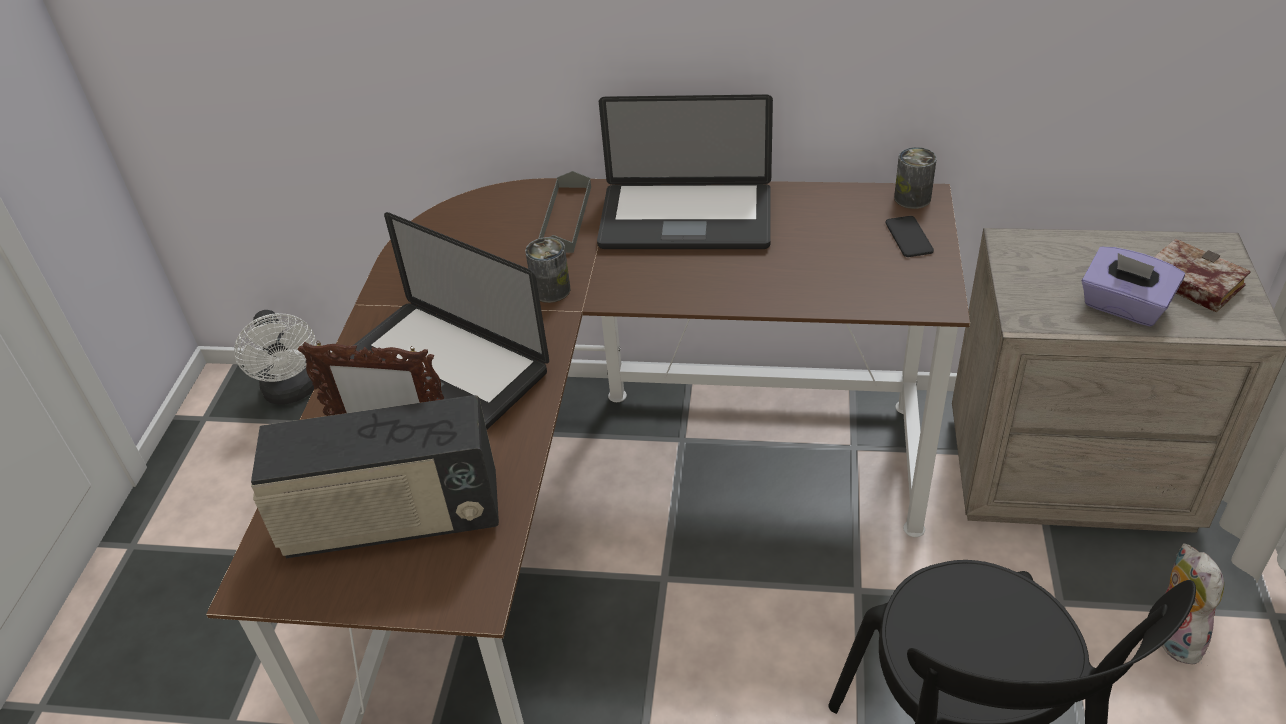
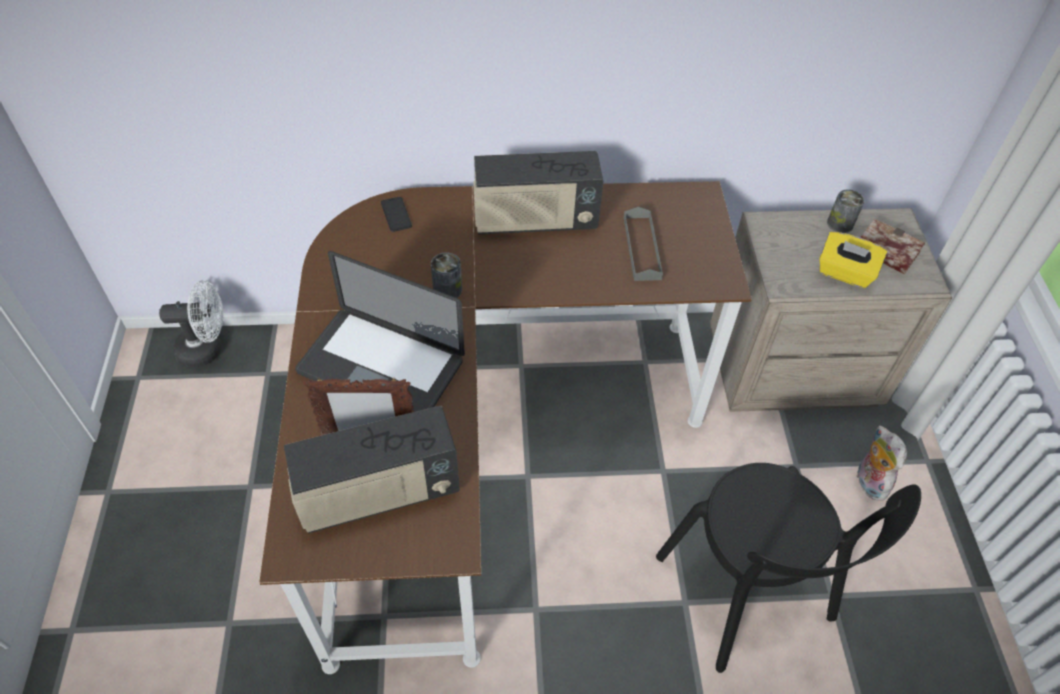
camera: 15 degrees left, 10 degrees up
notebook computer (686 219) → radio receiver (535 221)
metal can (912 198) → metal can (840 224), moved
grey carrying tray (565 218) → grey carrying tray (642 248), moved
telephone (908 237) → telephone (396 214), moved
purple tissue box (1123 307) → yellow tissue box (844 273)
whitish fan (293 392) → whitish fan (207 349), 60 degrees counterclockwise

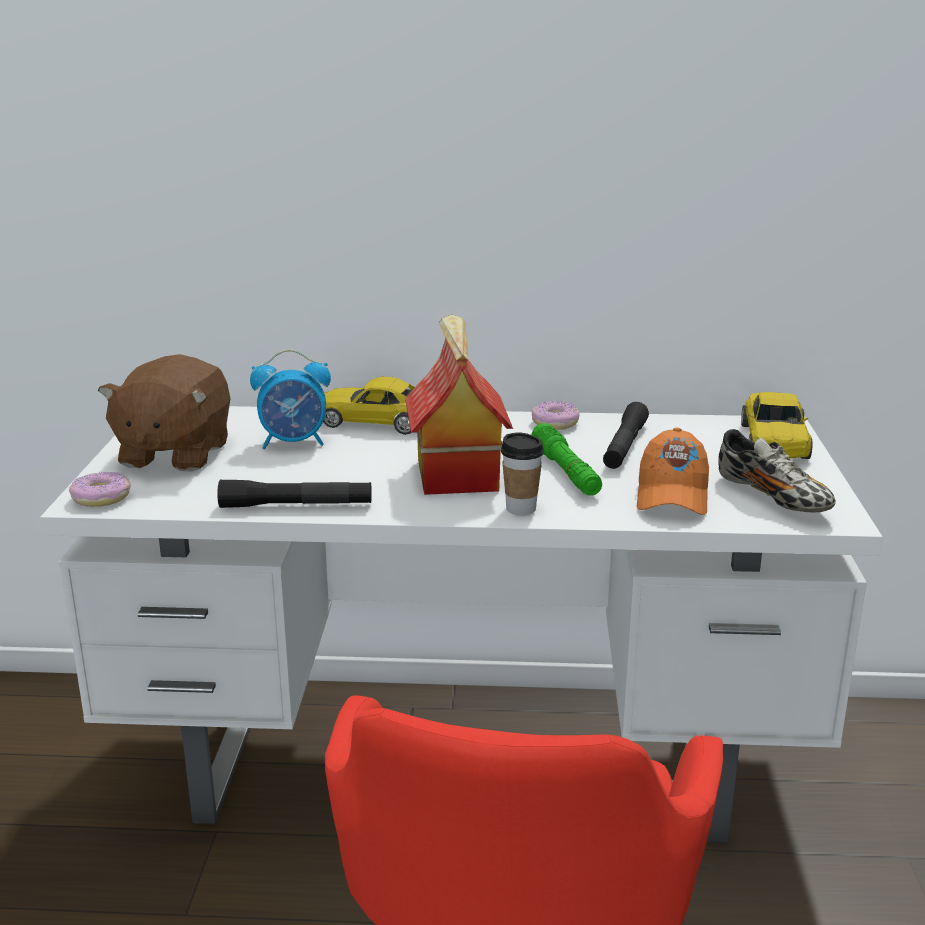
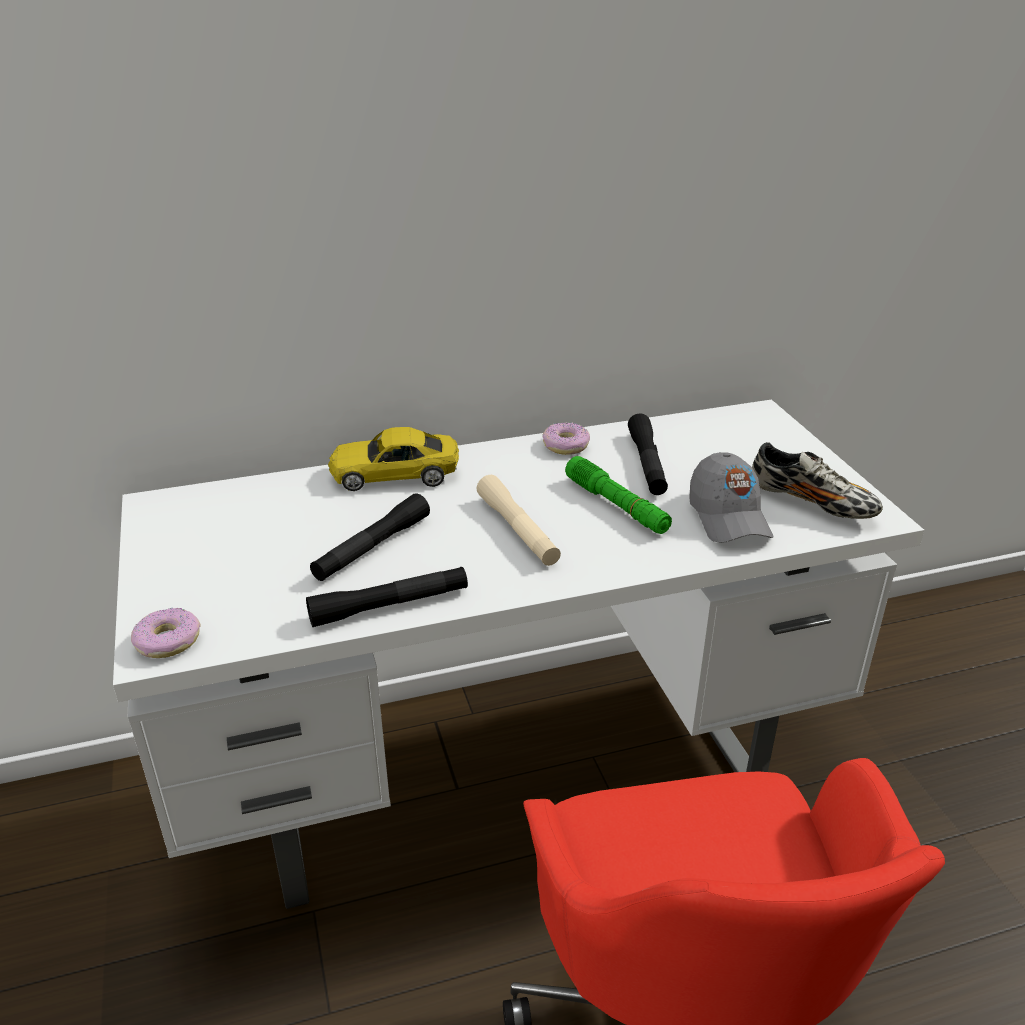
camera: 20 degrees left, 10 degrees up
model house (455 474) → beige-coloured hand torch (517 530)
table clock (294 443) → -
brown cuddly toy (174 454) → -
yellow model car (774 441) → -
orange-coloured peaked cap (672 495) → grey peaked cap (728 517)
cup (521 509) → -
- → black-coloured hand torch (372 548)

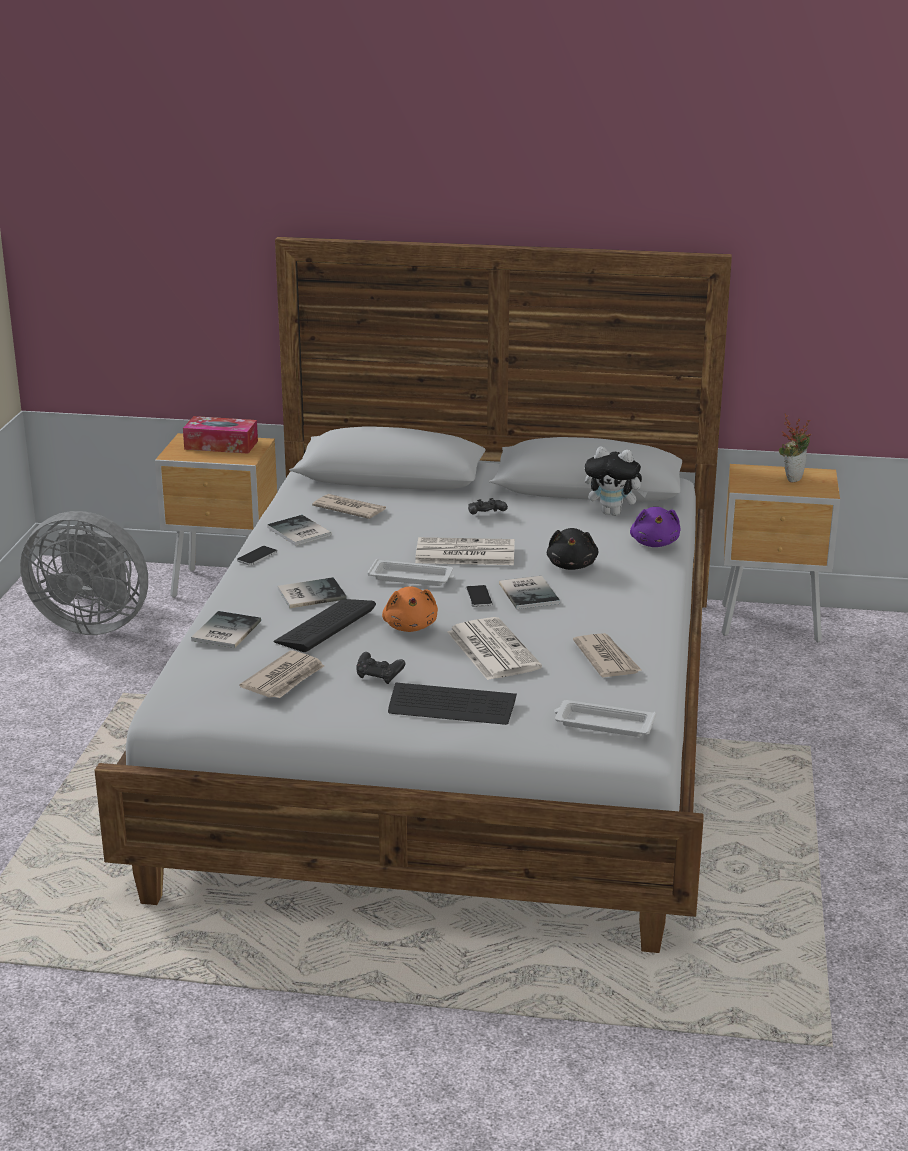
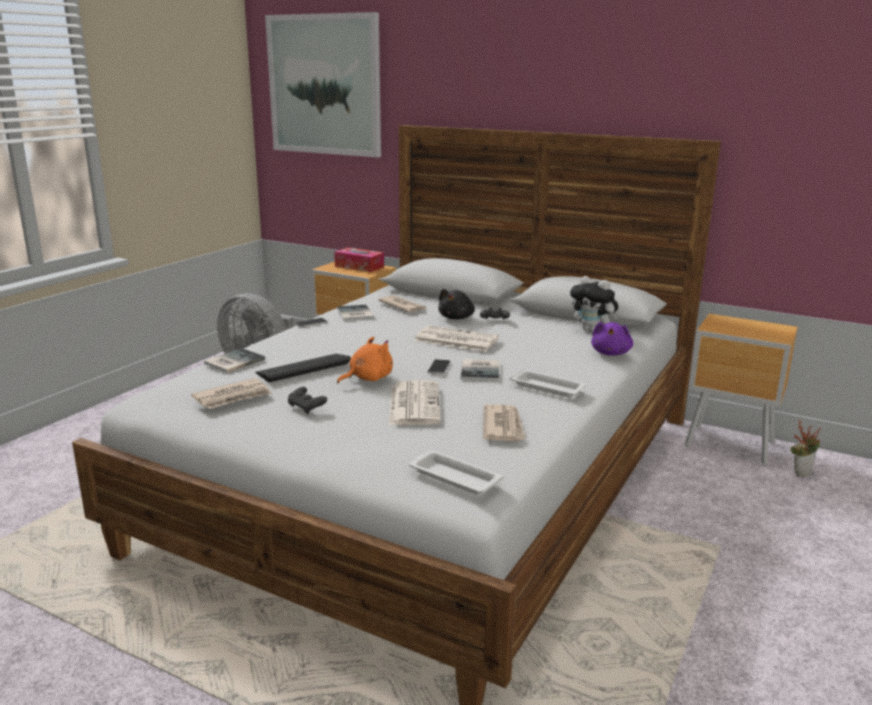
camera: 20 degrees right, 5 degrees down
plant in a pot (792 478) → plant in a pot (800 472), moved
black-coloured cuddly toy (572 565) → black-coloured cuddly toy (457 318), moved
whitish carrying tray (412 578) → whitish carrying tray (548 388), moved
bound book (309 594) → -
orange-coloured cuddly toy (410 626) → orange-coloured cuddly toy (368 378), 135 degrees counterclockwise
PC keyboard (452 706) → -
- → wall picture (324 85)

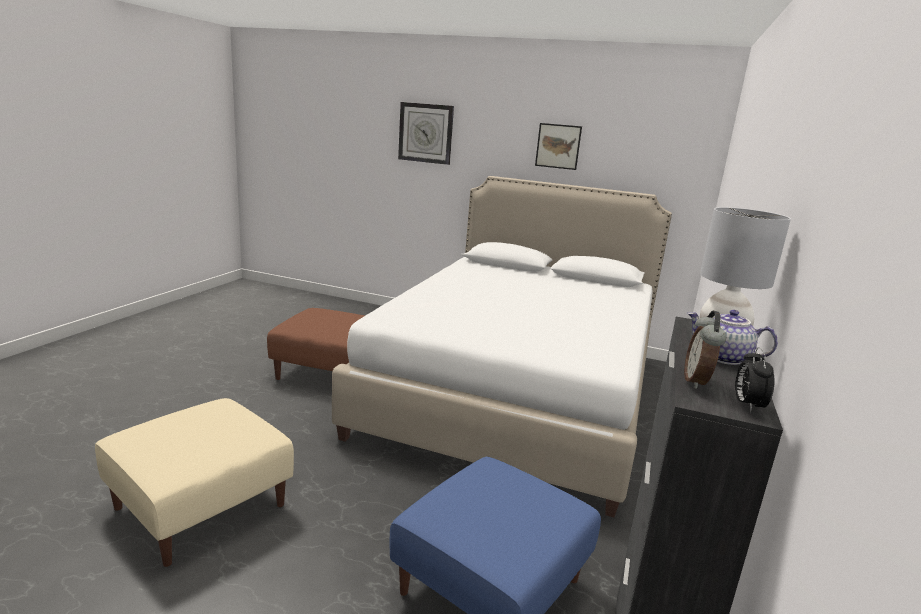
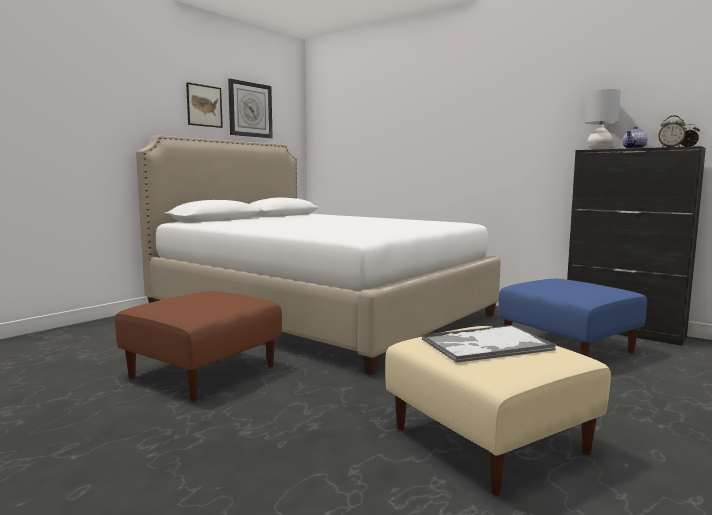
camera: 70 degrees left, 10 degrees down
wall clock (426 133) → wall clock (250 109), moved
- → carrying tray (485 345)

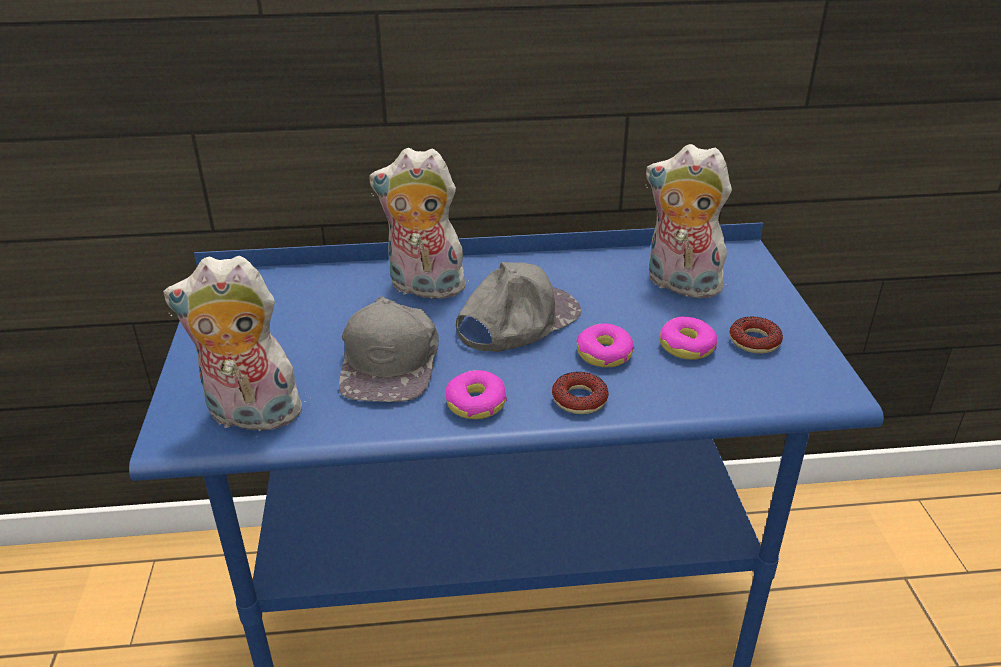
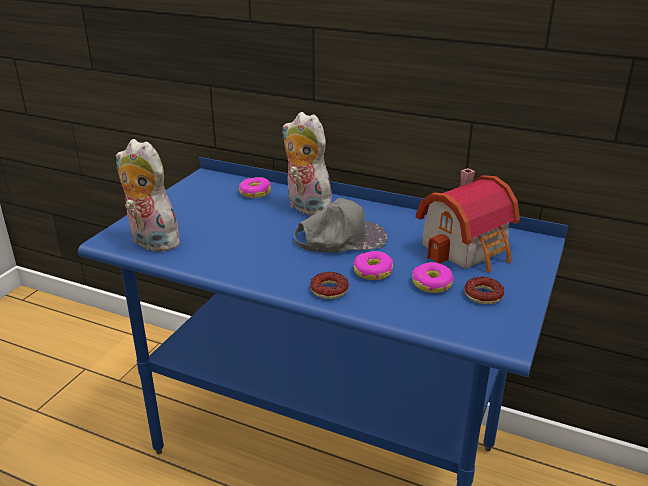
camera: 30 degrees right, 5 degrees down
cuddly toy (679 285) → model house (469 249)
grey peaked cap (392 360) → -
donut (475 403) → donut (255 192), moved

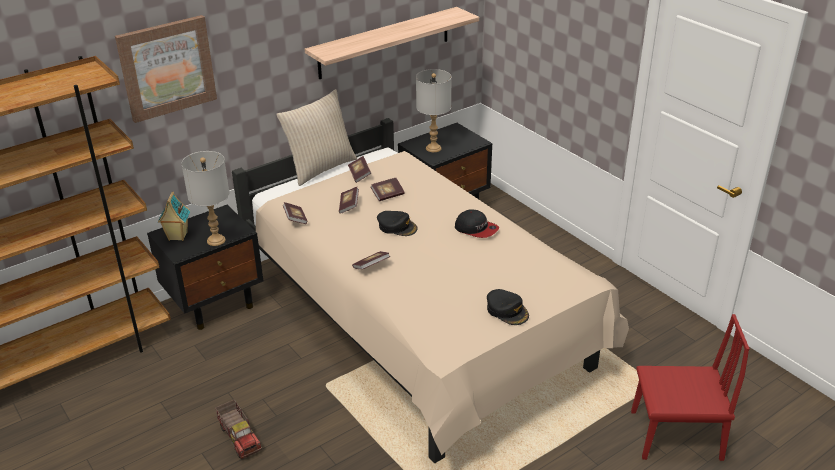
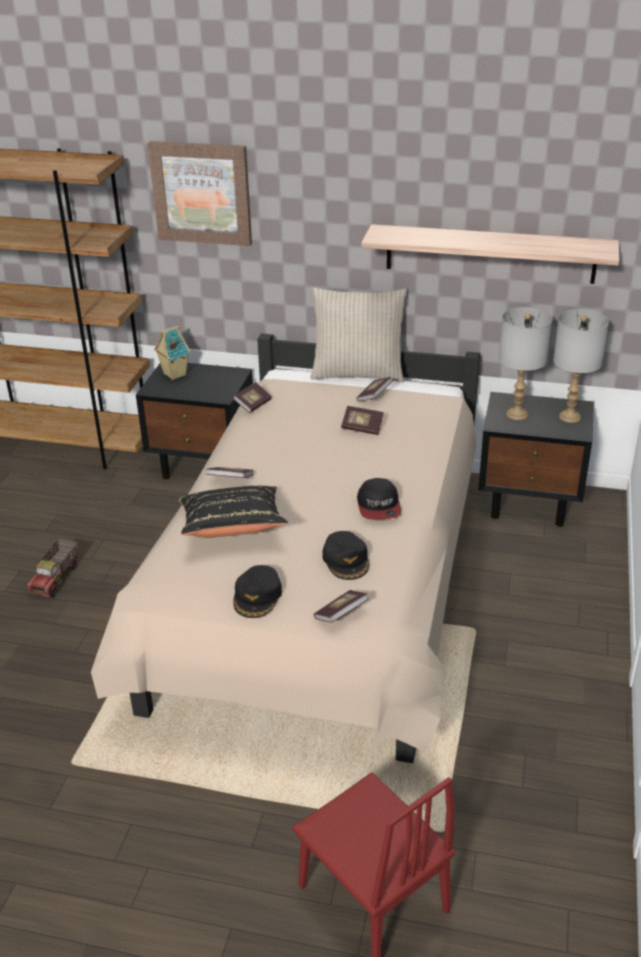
camera: 50 degrees right, 0 degrees up
grey tabletop lamp (216 240) → grey tabletop lamp (570 417), moved
bound book (349 205) → bound book (341 614), moved
black-coloured peaked cap (397 227) → black-coloured peaked cap (346 560), moved
- → black-coloured throw pillow (232 527)

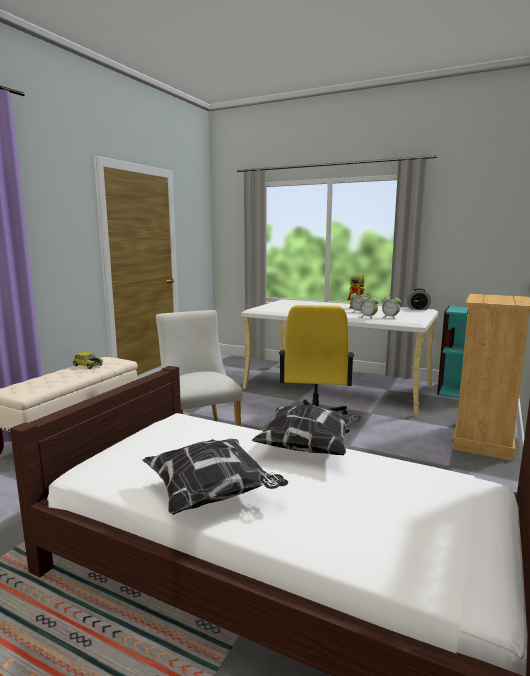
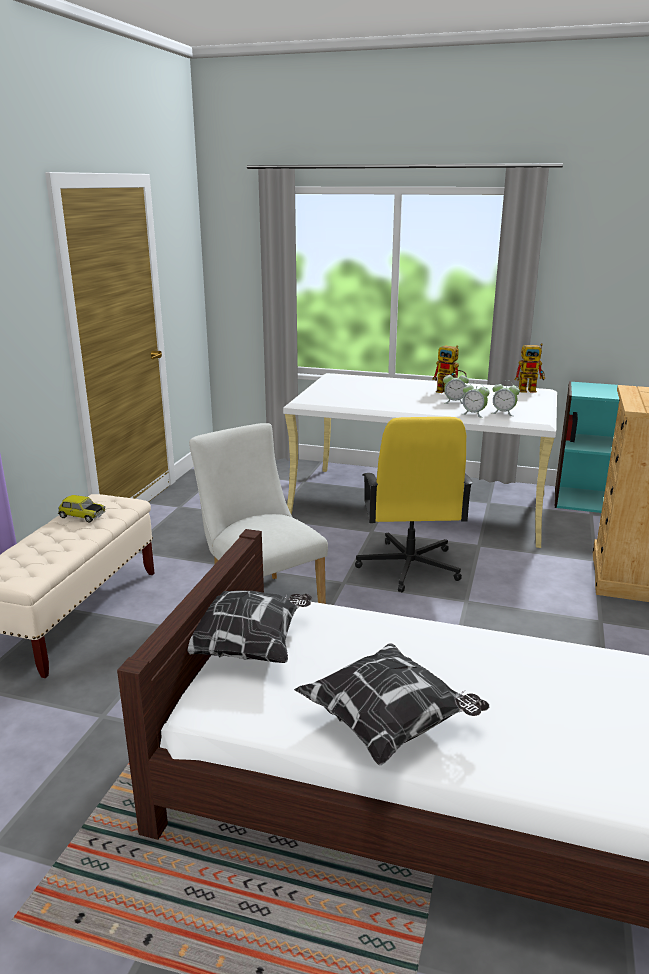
camera: 10 degrees left, 10 degrees up
table clock (418 309) → robot figure (531 390)
throw pillow (309 447) → throw pillow (246 645), moved

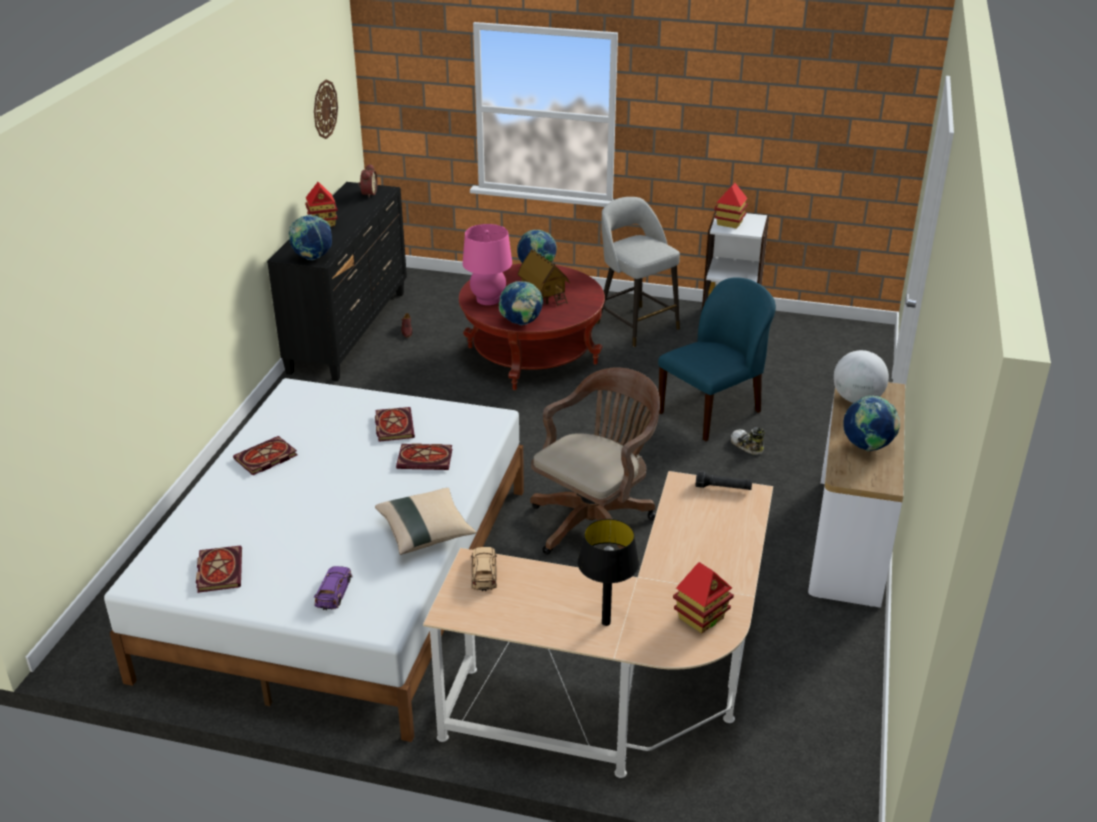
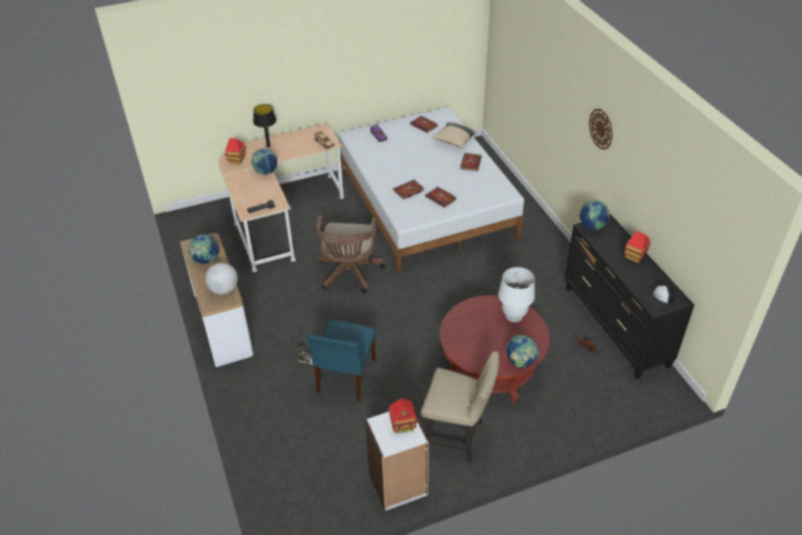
camera: 145 degrees right, 10 degrees up
wall clock (324 109) → wall clock (601 128), moved
table clock (368 193) → peaked cap (659 298)
grey stool (635 325) → beige-coloured upright chair (457 437)
pinkish tabletop lamp (488 299) → whitish tabletop lamp (514 316)
model house (544 295) → -
desk globe (521 323) → desk globe (266 172), moved
beige-coloured throw pillow (425 533) → beige-coloured throw pillow (455 140), moved

